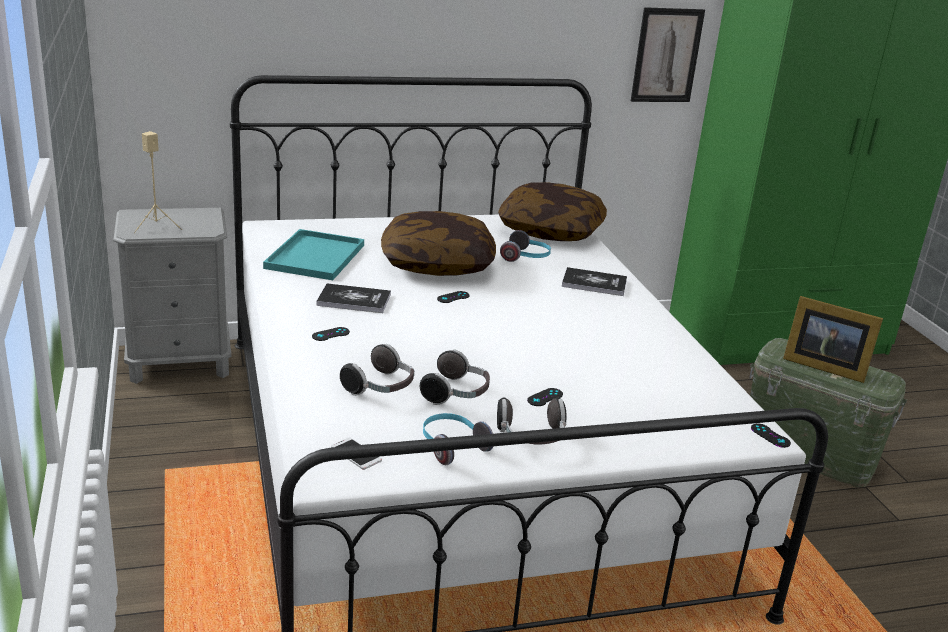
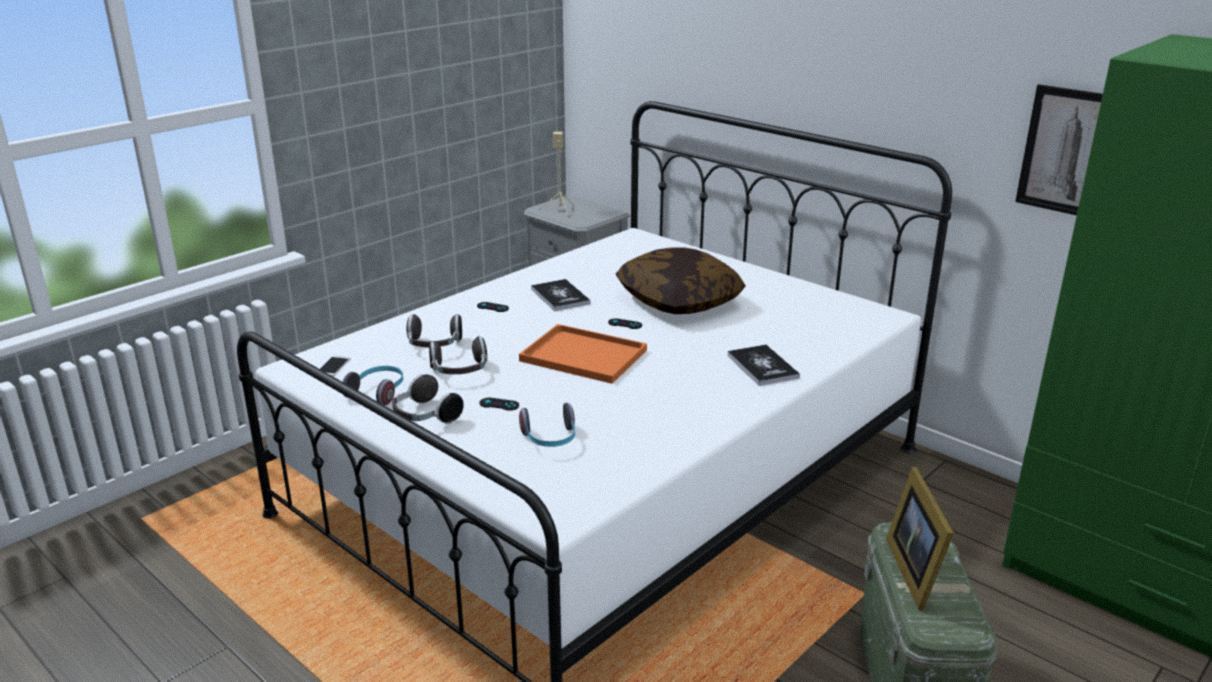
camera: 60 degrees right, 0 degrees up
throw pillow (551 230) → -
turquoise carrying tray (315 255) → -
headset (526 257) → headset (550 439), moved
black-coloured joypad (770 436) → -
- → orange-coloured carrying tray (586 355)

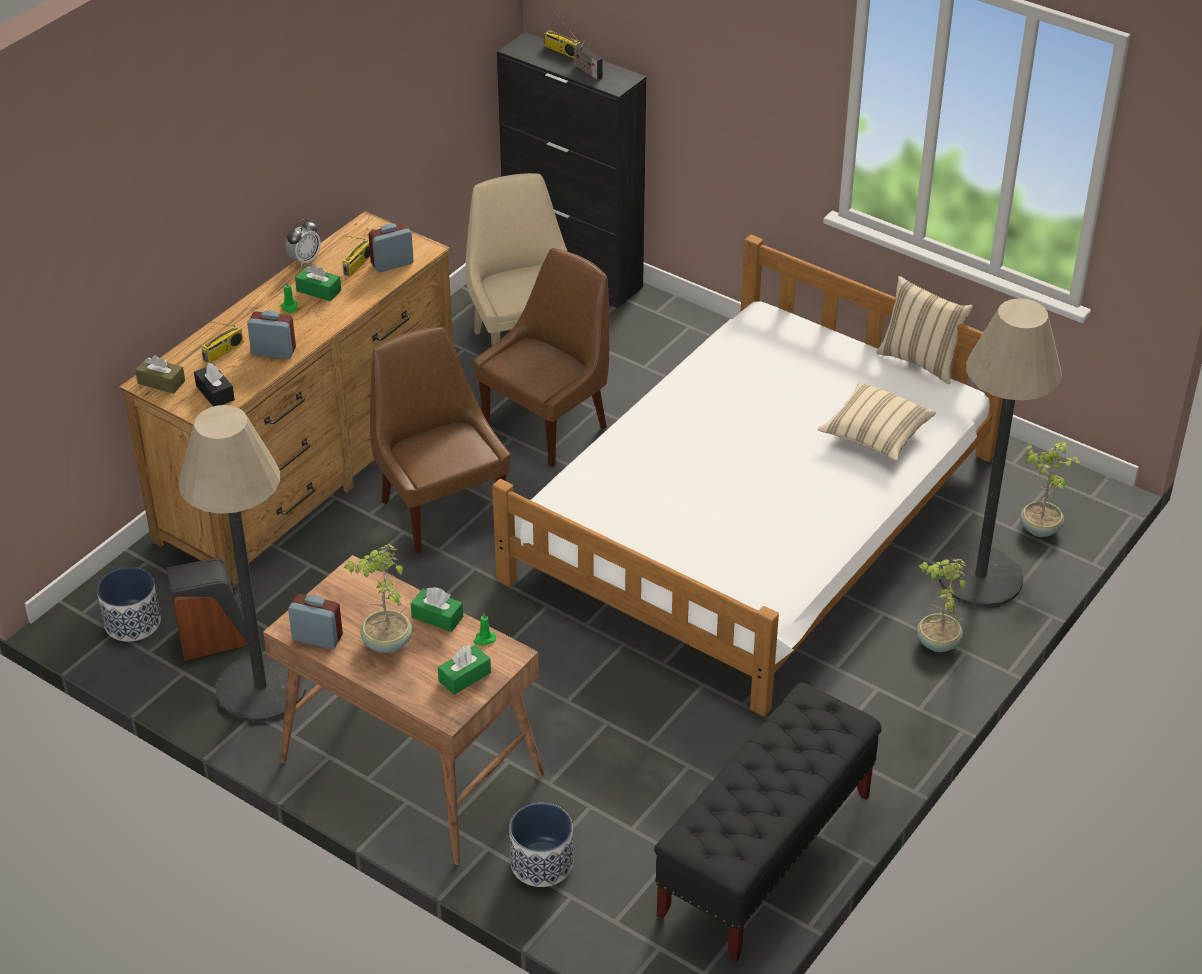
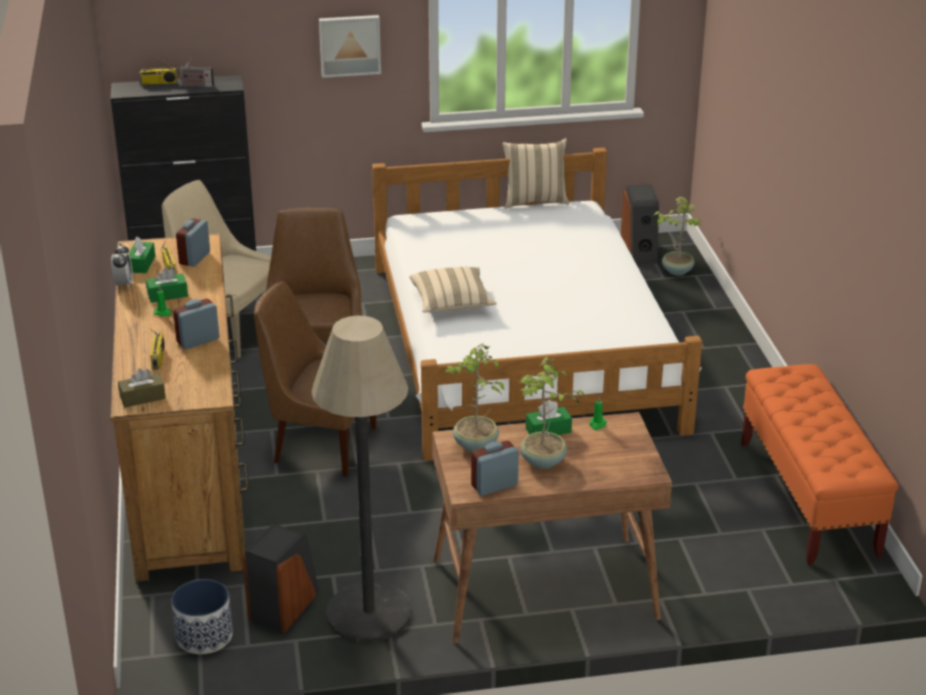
camera: 45 degrees left, 10 degrees down
floor lamp (980 577) → -
black-coloured tissue box (215 393) → -
beige-coloured throw pillow (875 435) → beige-coloured throw pillow (451 303), moved
plant in a pot (937 643) → plant in a pot (475 445), moved
greenish tissue box (464 677) → greenish tissue box (141 264), moved
black-coloured long seat (765 856) → orange-coloured long seat (808 498)
plant pot (542 863) → -
- → wall picture (349 45)
- → loudspeaker (640 252)

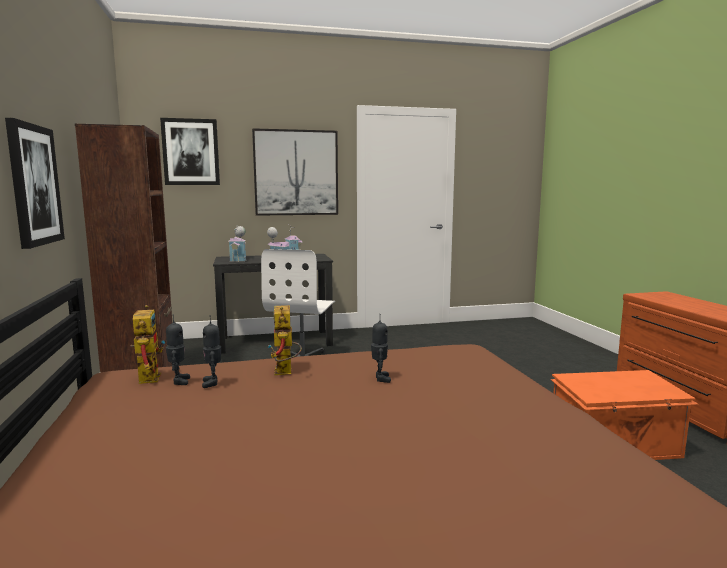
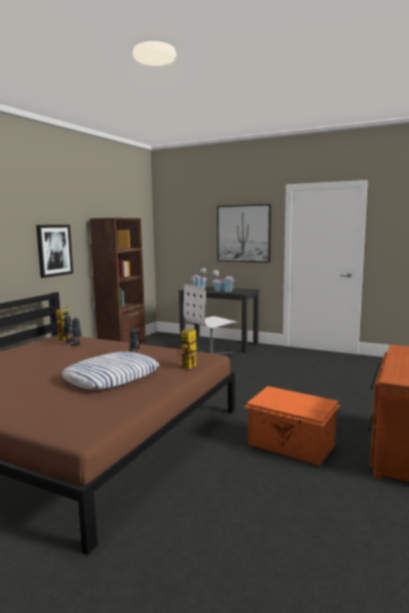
camera: 40 degrees right, 0 degrees up
wall picture (191 152) → -
robot figure (286 372) → robot figure (188 368), moved
- → throw pillow (112 377)

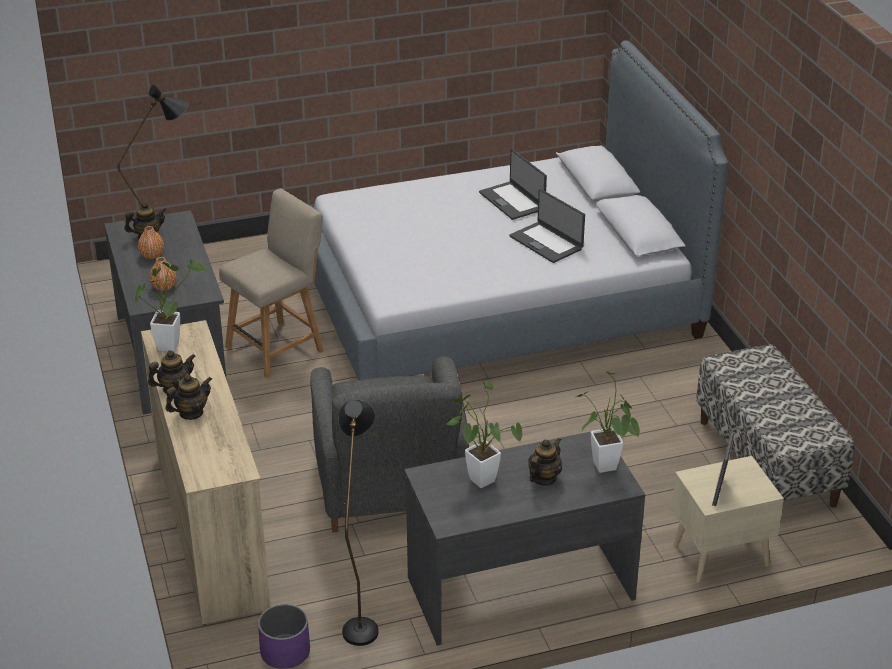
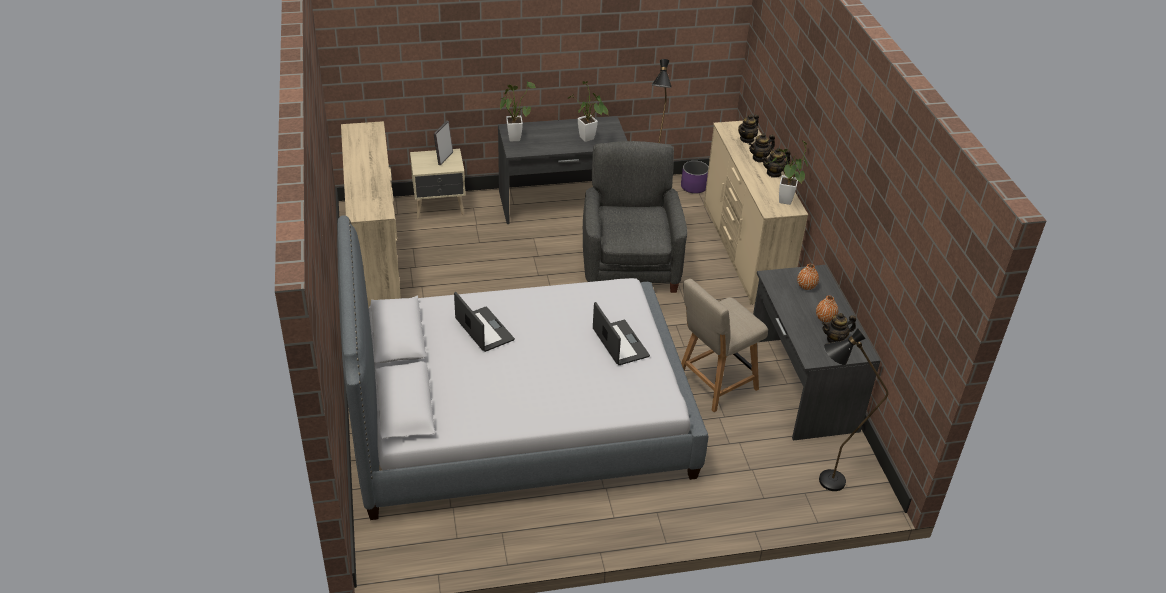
camera: 175 degrees left, 5 degrees up
notebook computer (512 201) → notebook computer (619 343), moved
long seat (767 462) → beige-coloured dresser (376 255)
pot for tea (543 478) → pot for tea (747 139), moved

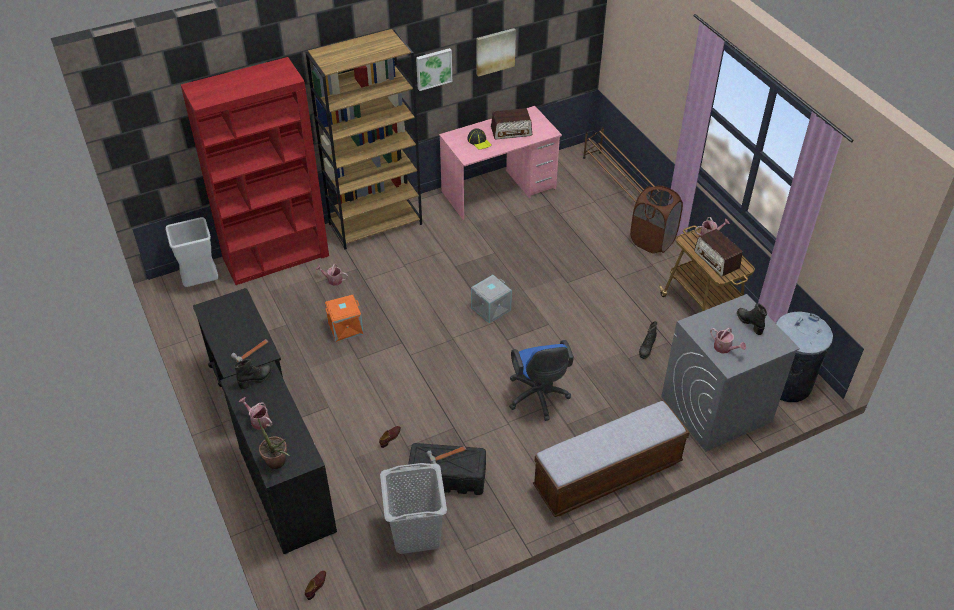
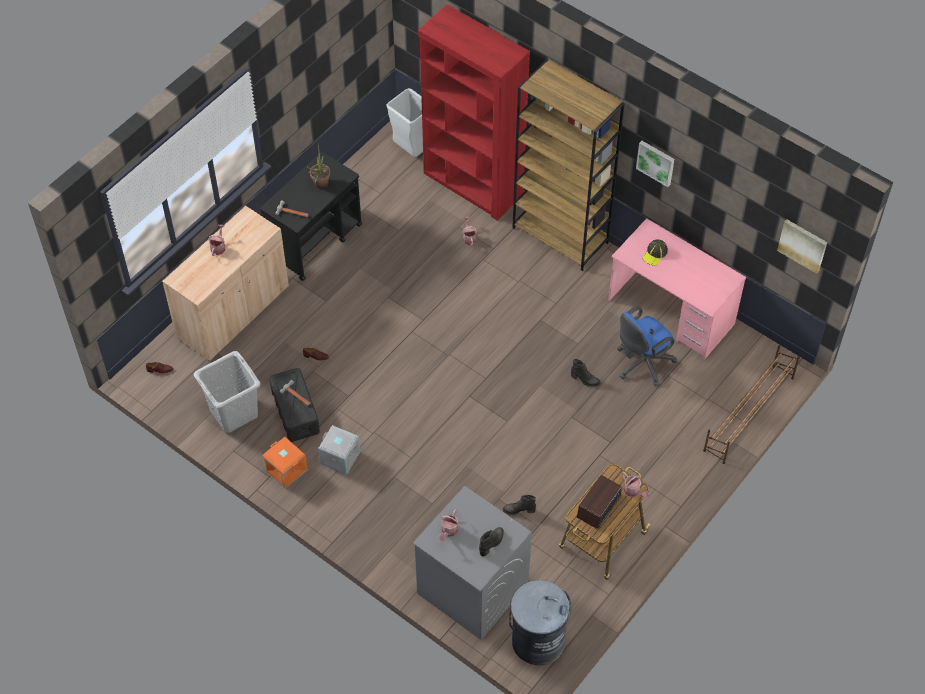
camera: 65 degrees right, 10 degrees up
wall picture (495 51) → wall picture (803 245), moved
radio receiver (511 131) → -
brown hamper (652 241) → -
grey storage container (491 309) → grey storage container (339 458), moved
orange-coloured storage container (345 328) → orange-coloured storage container (285 470), moved
blue-coloured desk chair (538 398) → blue-coloured desk chair (641 364), moved
black-coloured tall boot (256 379) → black-coloured tall boot (585 380), moved
black-coloured cupboard (287 490) → beige-coloured cupboard (233 312)
long seat (607 475) → -
plant in a pot (278 464) → plant in a pot (319 185), moved

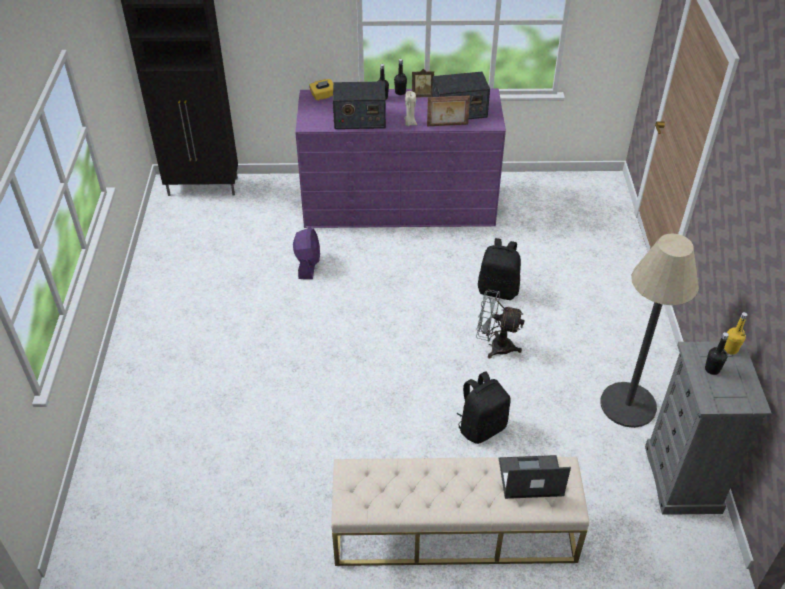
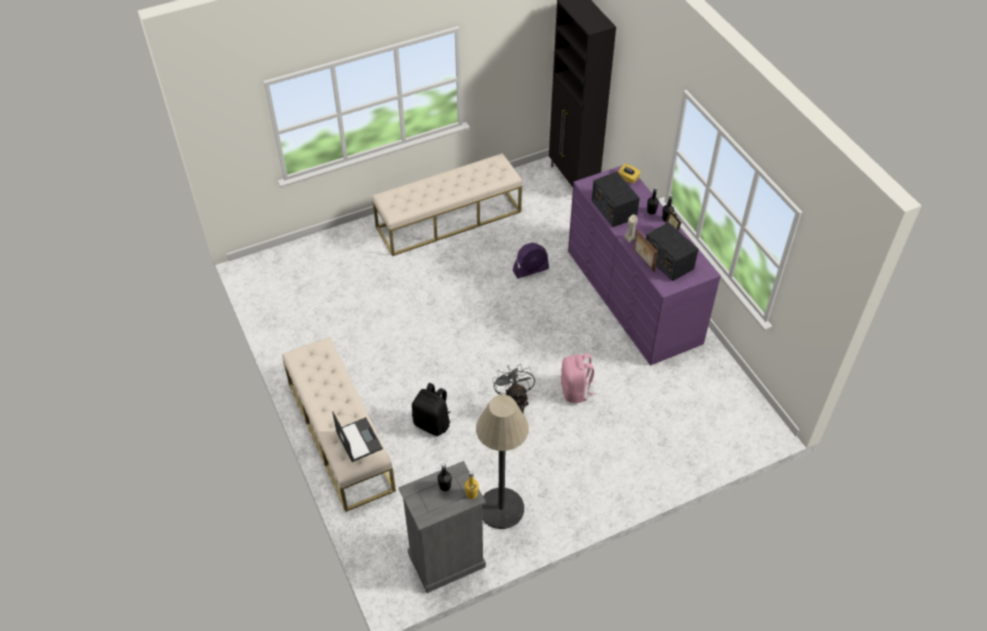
camera: 65 degrees right, 5 degrees up
black-coloured backpack (498 290) → pinkish backpack (575 391)
- → beige-coloured long seat (449 219)

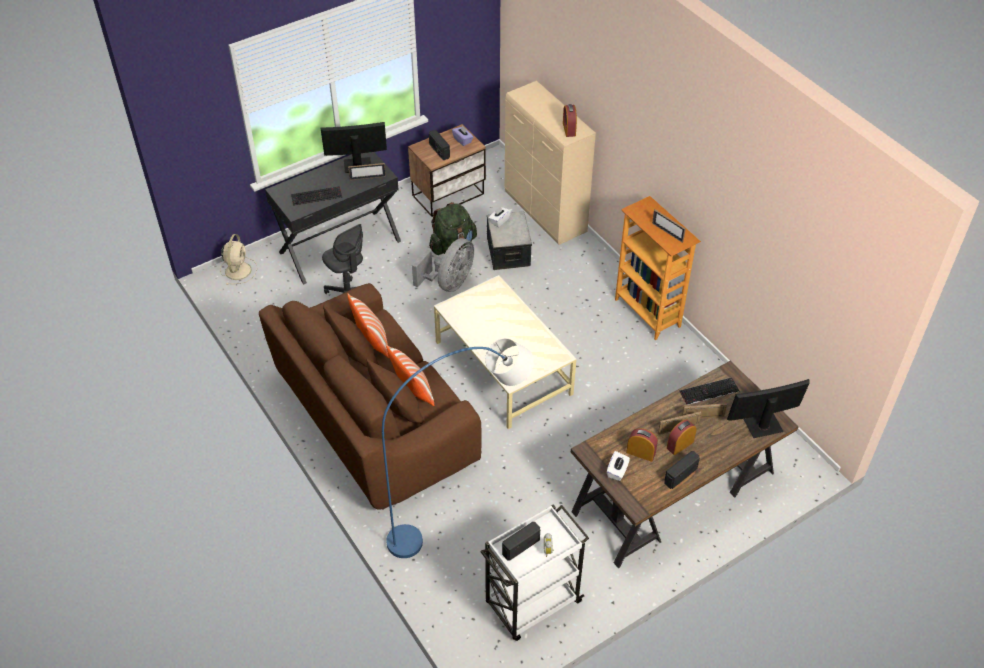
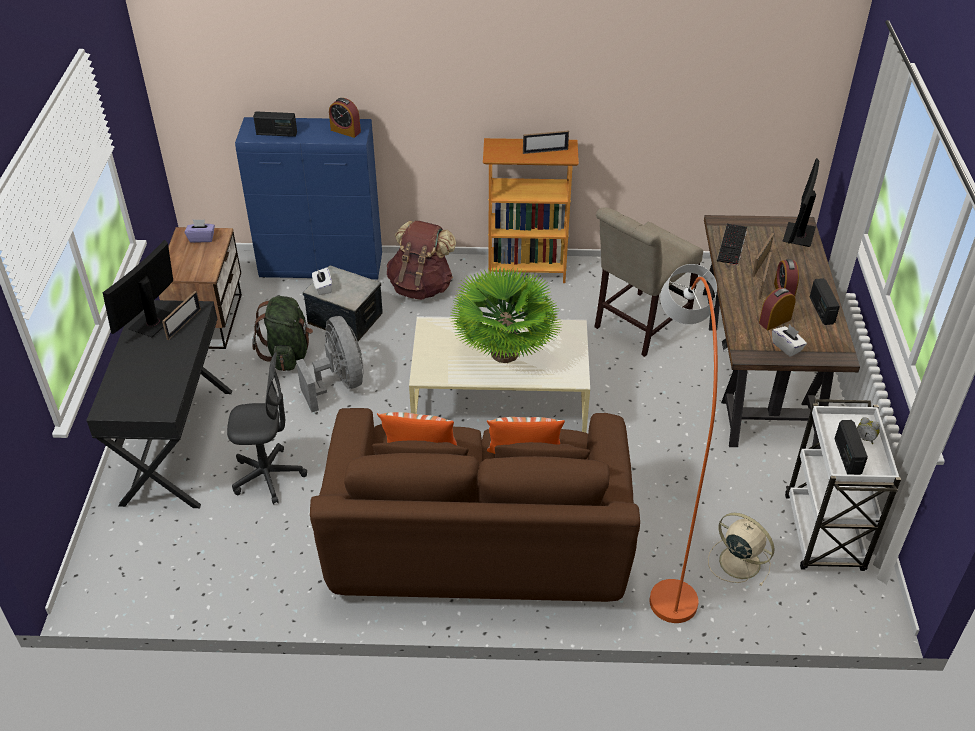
camera: 55 degrees left, 5 degrees down
beige-coloured cupboard (545 213) → blue-coloured cupboard (322 267)
radio receiver (439 151) → radio receiver (276 133), moved
PC keyboard (317 195) → -
beige-coloured fan (238 270) → beige-coloured fan (738 561), moved
blue-coloured floor lamp (462 510) → orange-coloured floor lamp (665 531)
- → beige-coloured upright chair (638 326)
- → brown backpack (421 287)
- → plant in a pot (505 353)

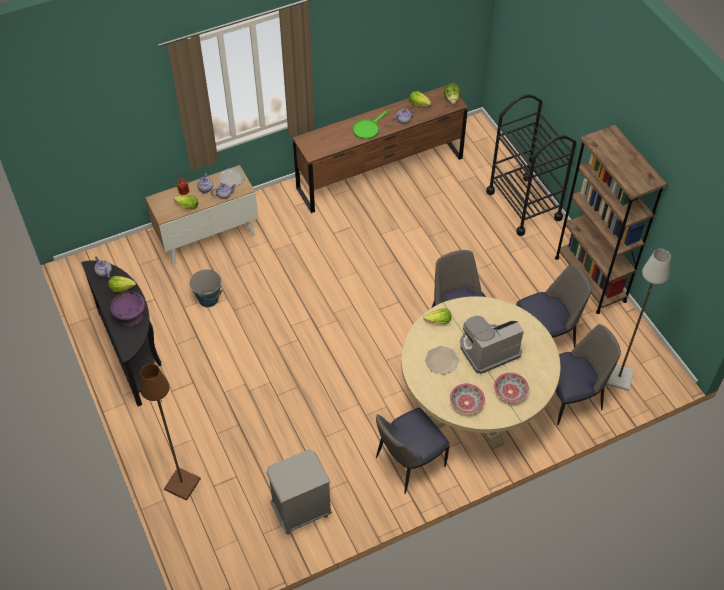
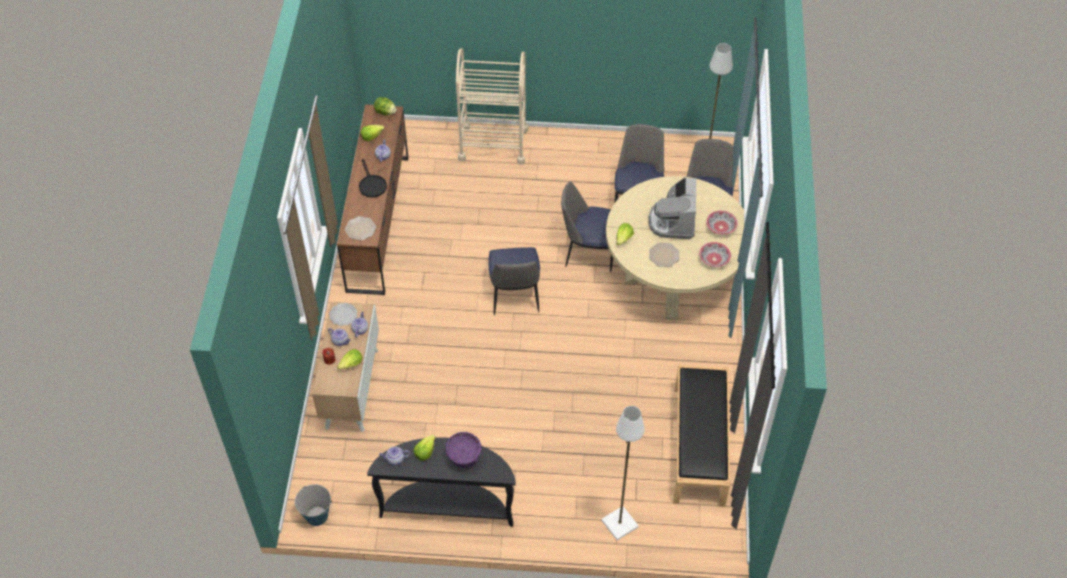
camera: 60 degrees left, 0 degrees up
black-coloured trolley (524 205) → beige-coloured trolley (493 144)
greenish pan (368 128) → black-coloured pan (371 184)
brown bookcase (590 279) → -
bucket (208 299) → bucket (317 515), moved
brown floor lamp (182 483) → whitish floor lamp (619 523)
upright chair (408 463) → upright chair (514 297), moved
grey bedside table (301 512) → black-coloured long seat (699 446)
- → plate (360 229)

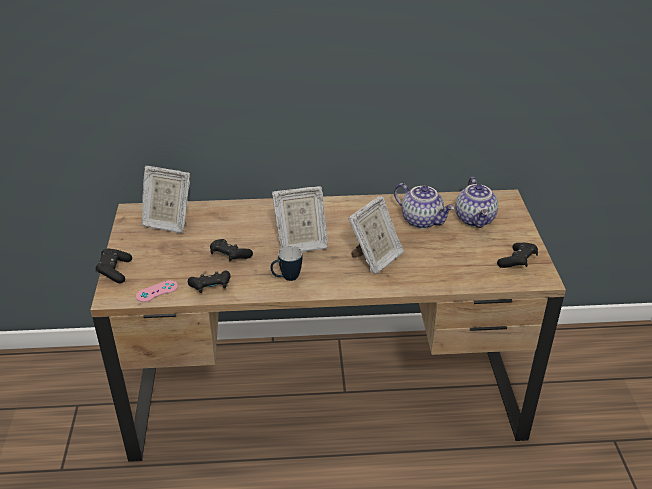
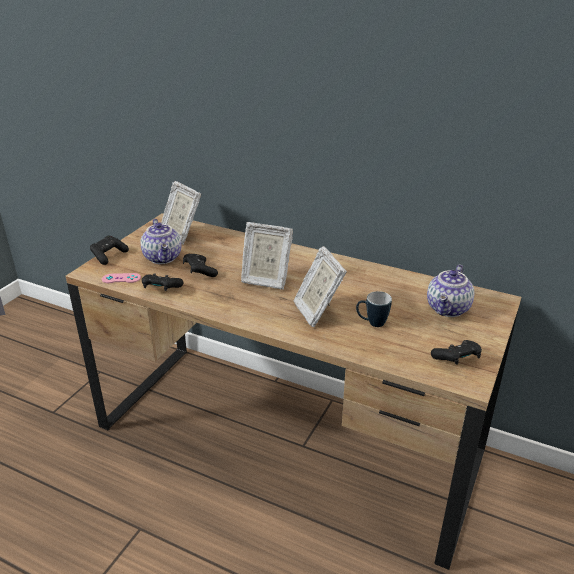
camera: 30 degrees right, 5 degrees down
pot for tea (422 220) → pot for tea (163 258), moved
picture frame (375 259) → picture frame (317 311), 90 degrees clockwise
mug (286 278) → mug (372 323), moved

